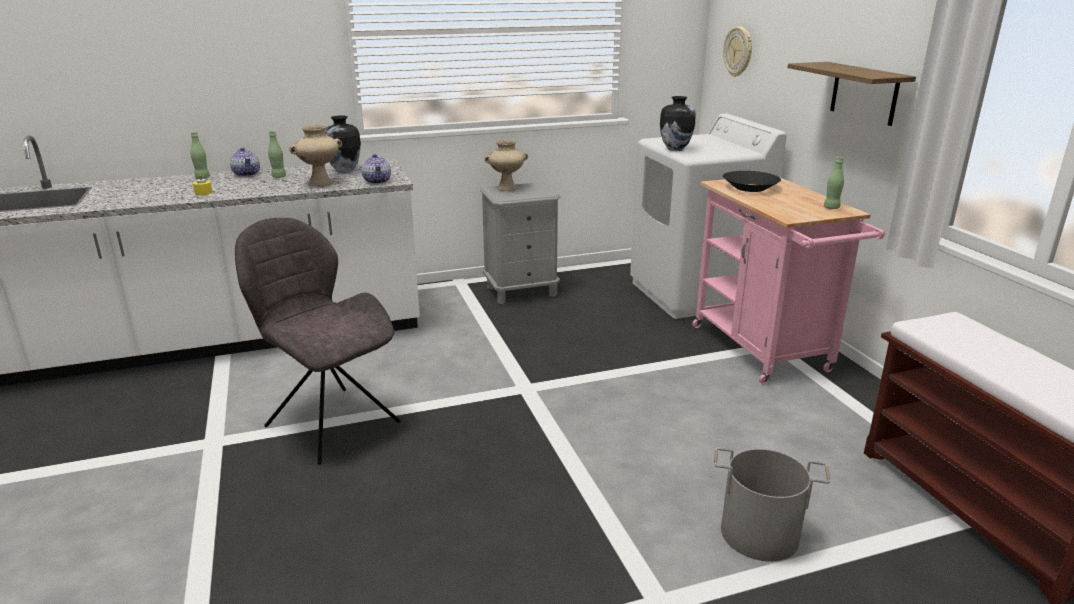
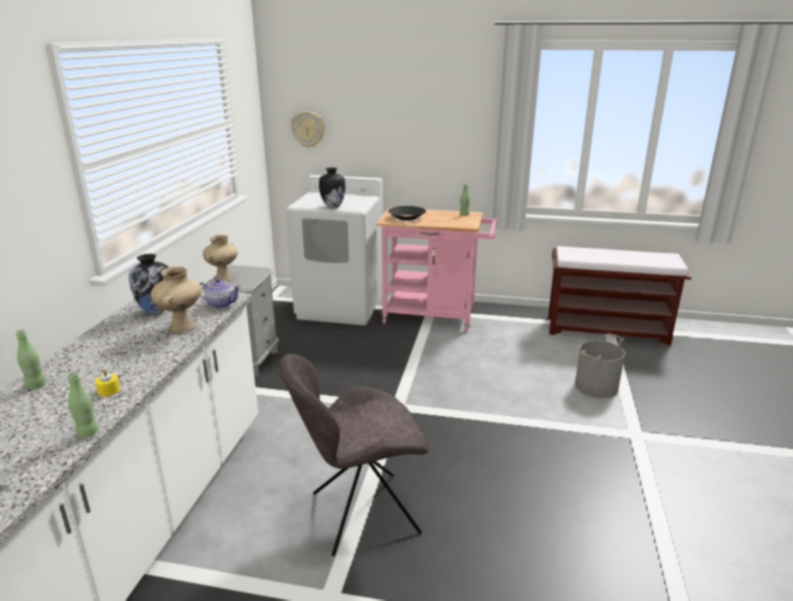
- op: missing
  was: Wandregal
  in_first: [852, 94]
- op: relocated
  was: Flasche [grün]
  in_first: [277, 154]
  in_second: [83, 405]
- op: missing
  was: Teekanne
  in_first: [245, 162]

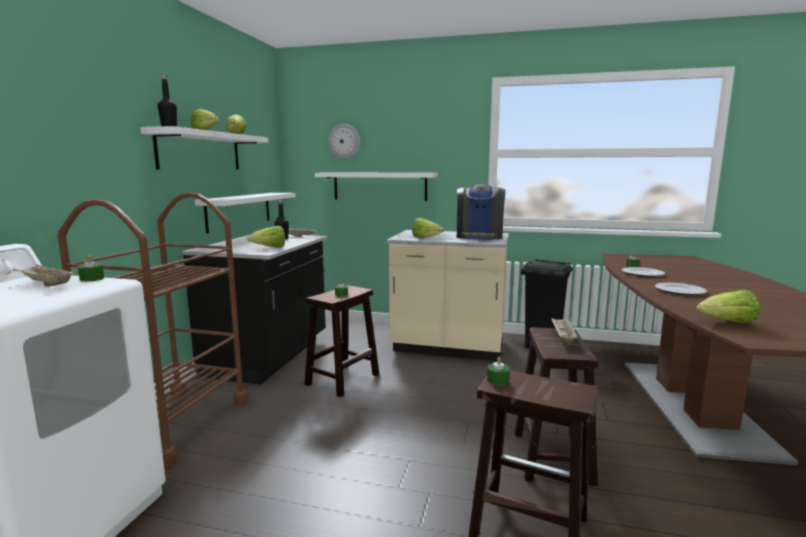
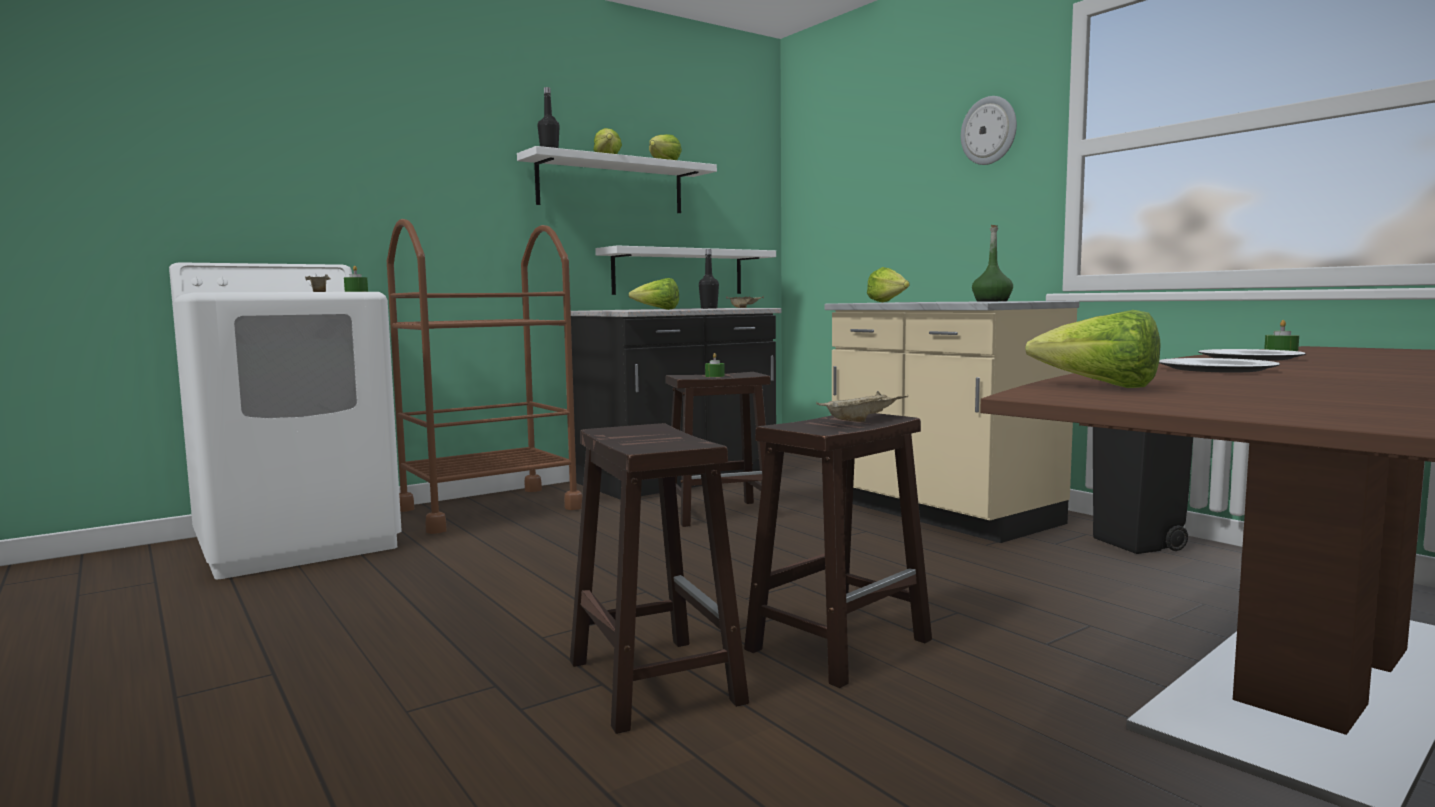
- op: relocated
  was: Wanduhr
  in_first: [344, 141]
  in_second: [989, 130]
- op: missing
  was: Wandregal [weiß]
  in_first: [376, 187]
- op: exchanged
  was: Kaffeemaschine
  now: Flasche [grün]
  in_first: [481, 212]
  in_second: [992, 263]
- op: missing
  was: Kerze [grün]
  in_first: [498, 371]

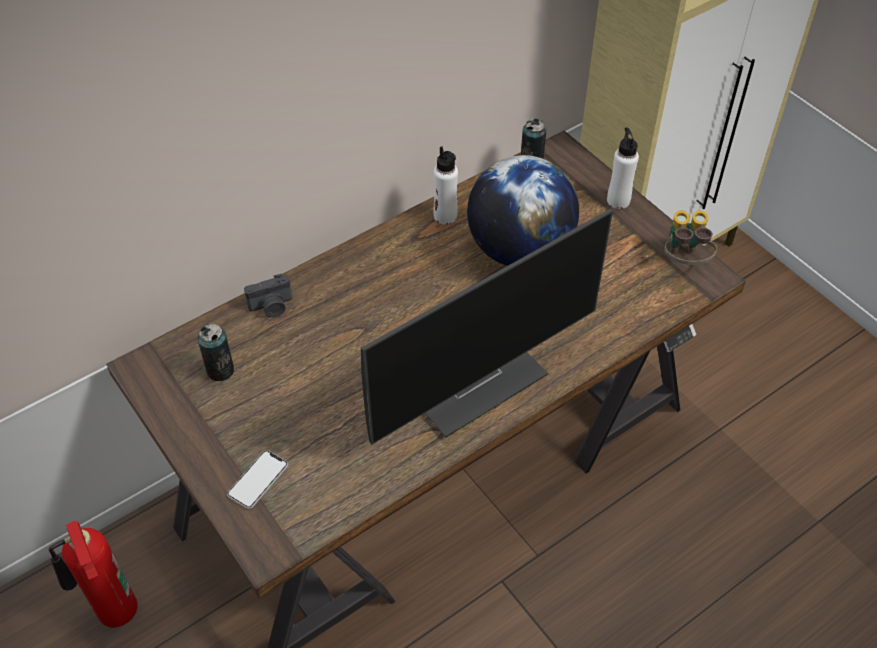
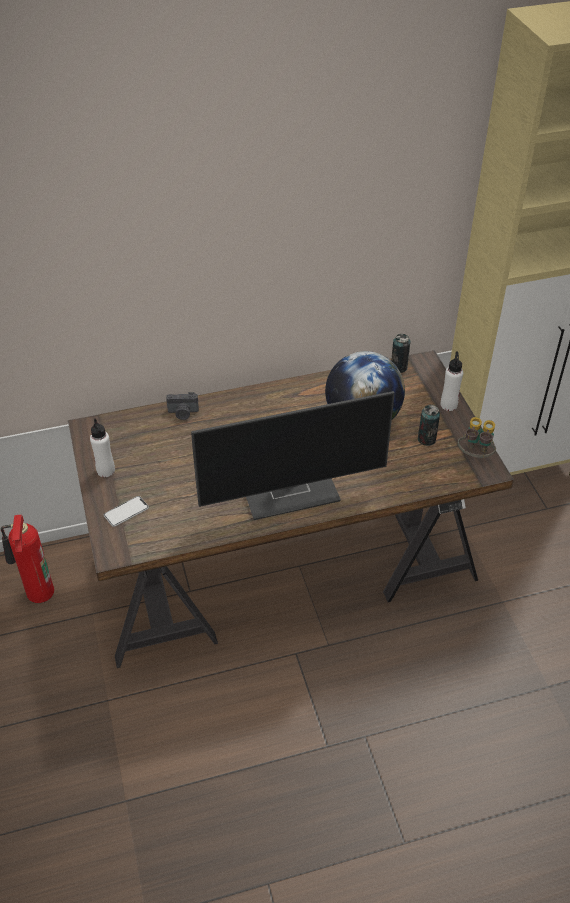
- op: relocated
  was: Flasche [weiß]
  in_first: [445, 185]
  in_second: [102, 447]
- op: relocated
  was: Dose
  in_first: [215, 352]
  in_second: [429, 425]

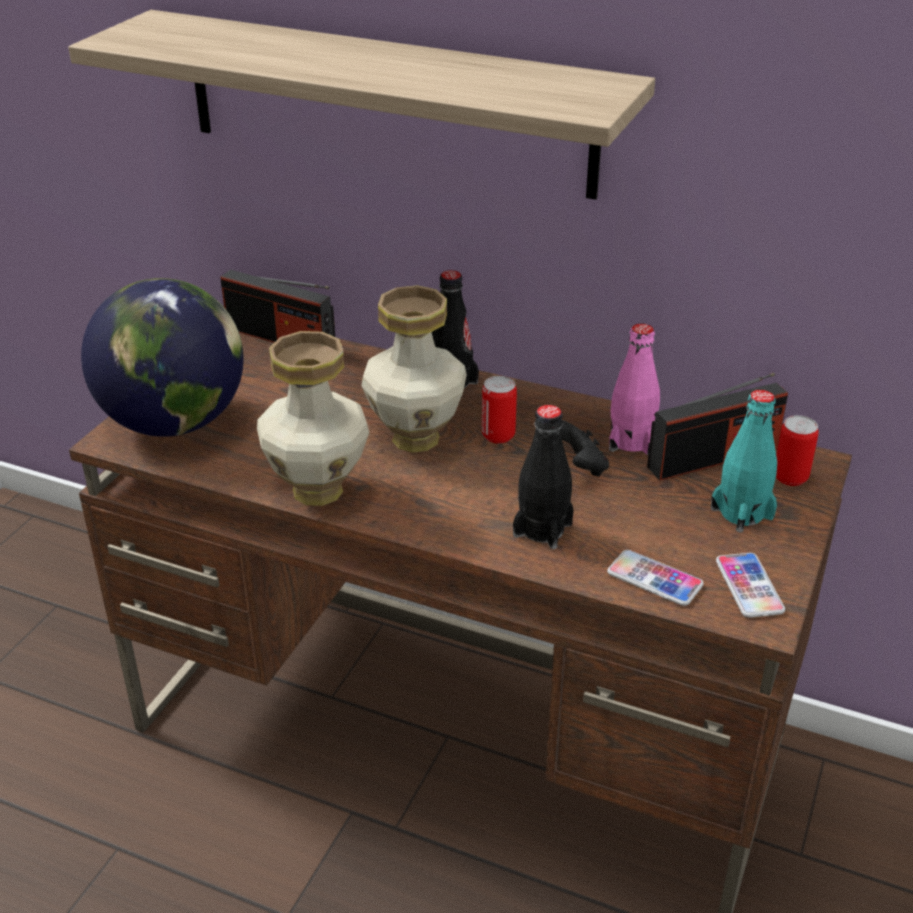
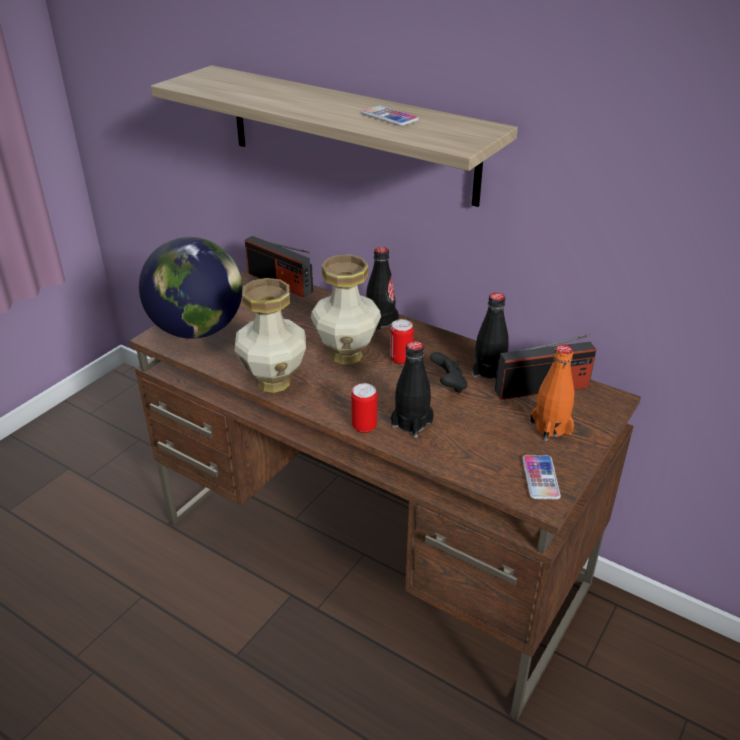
- op: colour
  was: Flasche [rosa]
  now: Flasche [schwarz]
  in_first: [634, 389]
  in_second: [490, 336]
- op: colour
  was: Flasche [türkis]
  now: Flasche [orange]
  in_first: [744, 461]
  in_second: [552, 393]
- op: relocated
  was: Dose
  in_first: [797, 450]
  in_second: [364, 408]
- op: relocated
  was: Handy
  in_first: [655, 578]
  in_second: [390, 115]

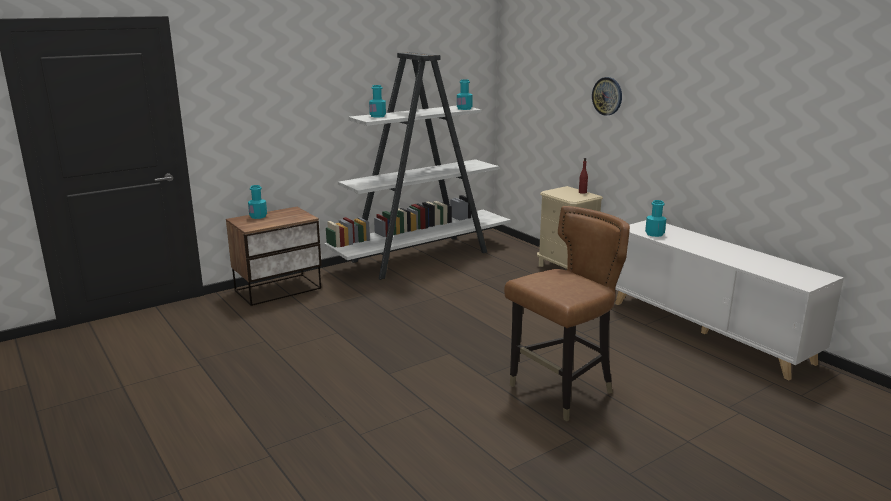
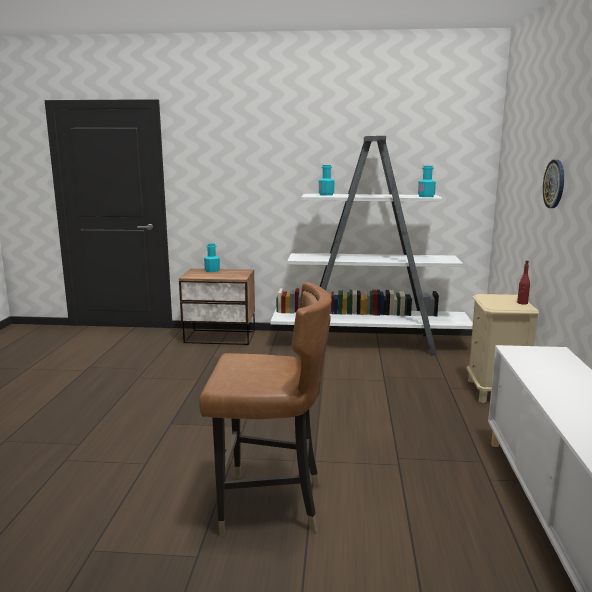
- op: missing
  was: Flasche [türkis]
  in_first: [655, 218]

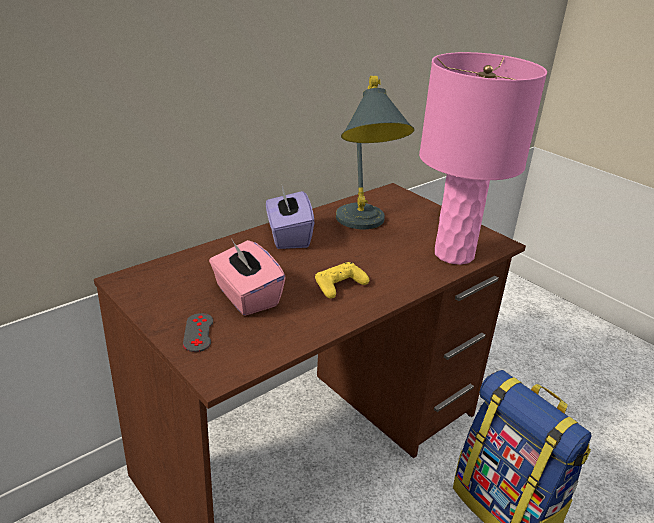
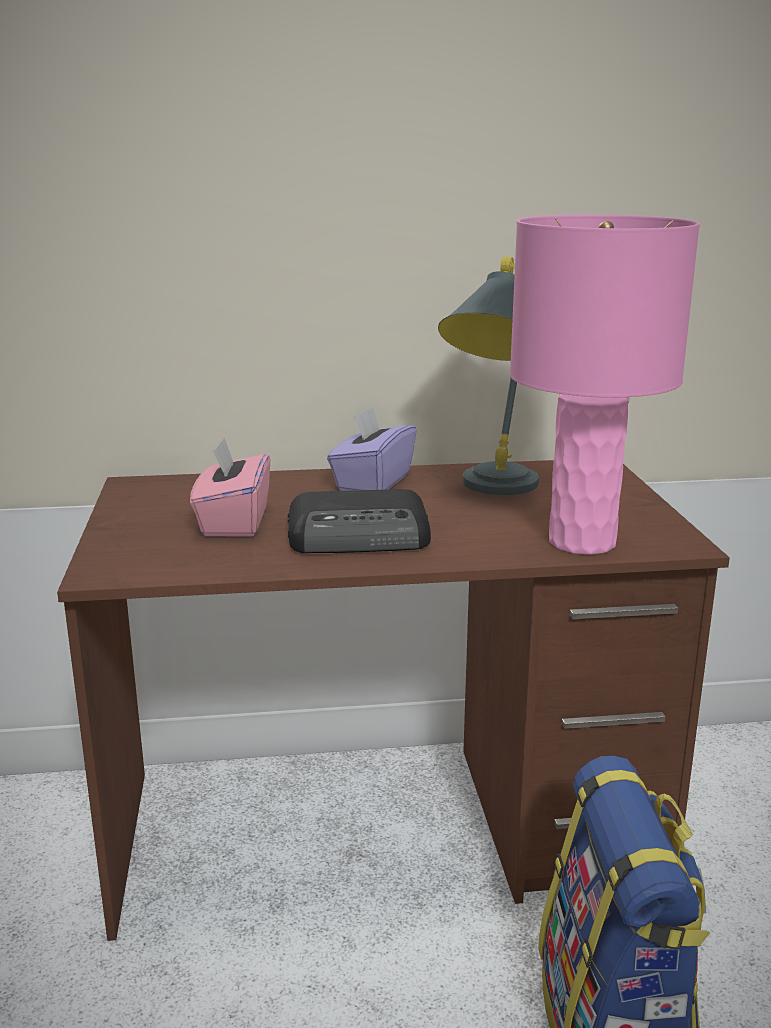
- op: exchanged
  was: Gamepad [gelb]
  now: Radio
  in_first: [342, 280]
  in_second: [359, 521]
- op: missing
  was: Gamepad [grau]
  in_first: [198, 332]

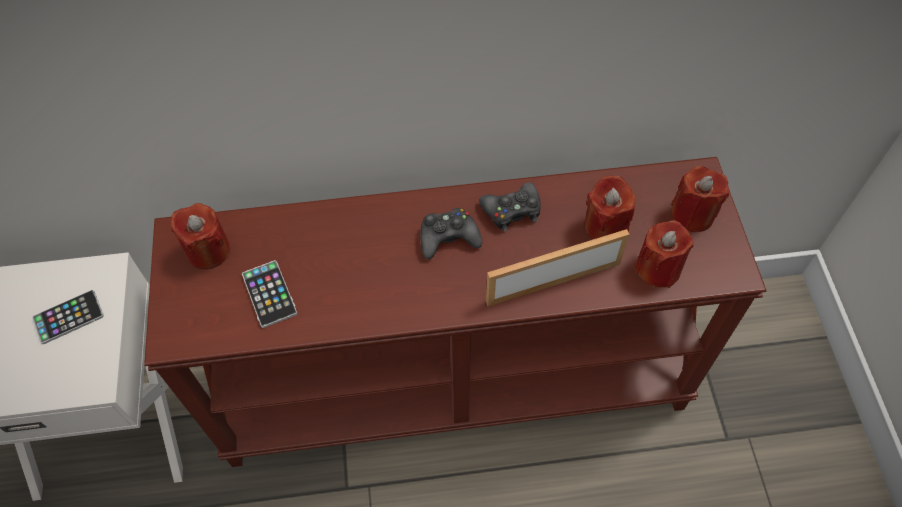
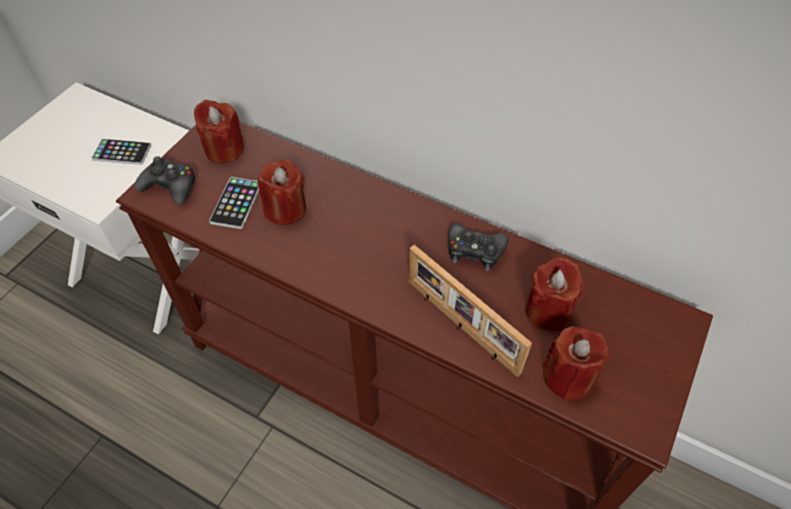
- op: relocated
  was: Kerze [rot]
  in_first: [700, 199]
  in_second: [282, 192]
- op: relocated
  was: Gamepad [schwarz]
  in_first: [451, 233]
  in_second: [164, 180]
- op: spun
  was: Bilderrahmen
  in_first: [558, 267]
  in_second: [470, 311]
  clockwise: -150

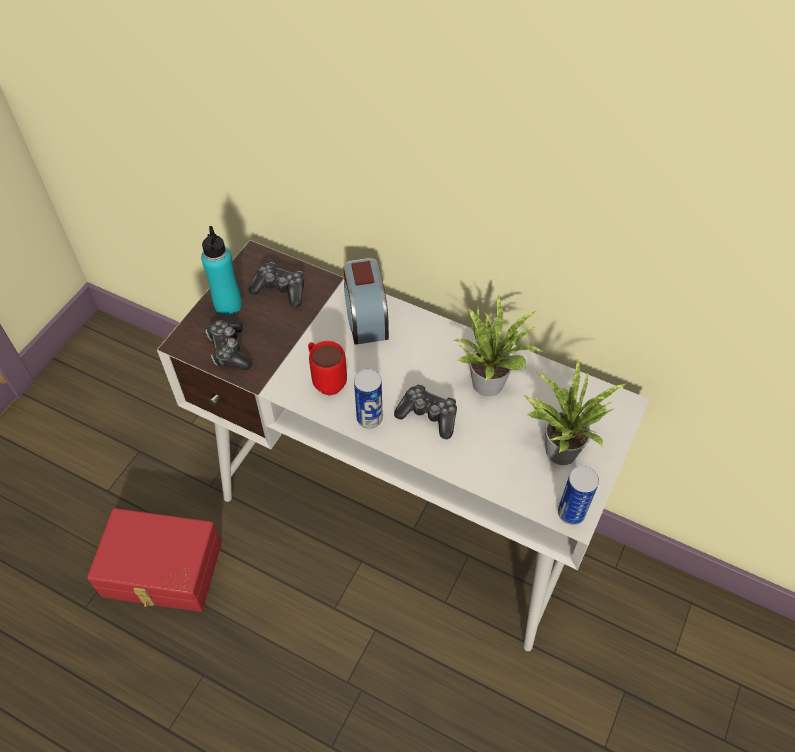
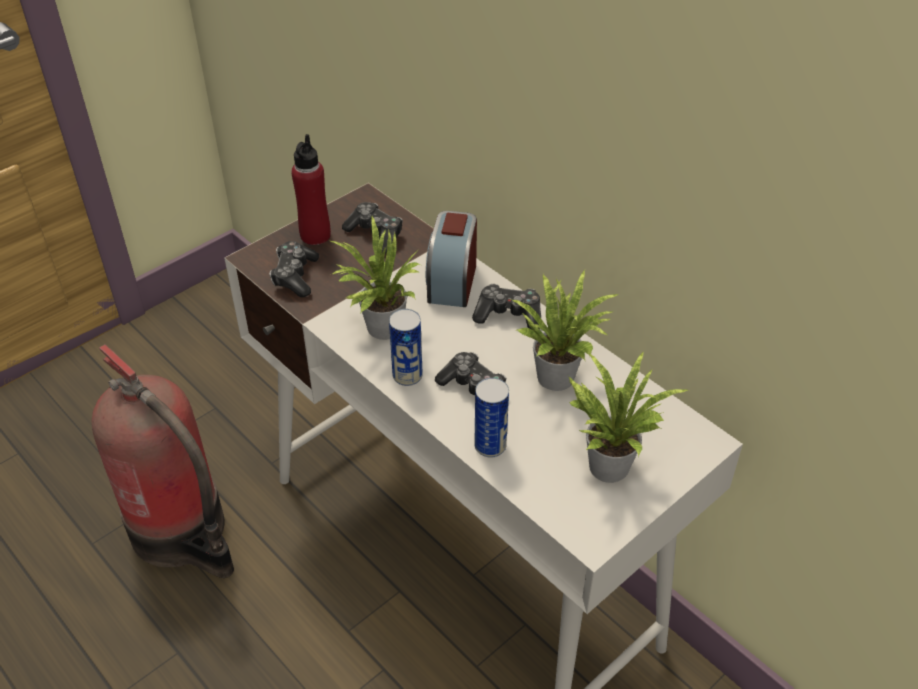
- op: colour
  was: Flasche [türkis]
  now: Flasche [rot]
  in_first: [221, 271]
  in_second: [311, 189]
- op: exchanged
  was: Henkelbecher [rot]
  now: Topfpflanze
  in_first: [327, 368]
  in_second: [374, 278]
- op: relocated
  was: Dose
  in_first: [578, 495]
  in_second: [491, 418]
- op: exchanged
  was: Aufbewahrungsbox [rot]
  now: Feuerlöscher
  in_first: [154, 560]
  in_second: [162, 461]
- op: appeared
  now: Gamepad
  in_second: [506, 307]

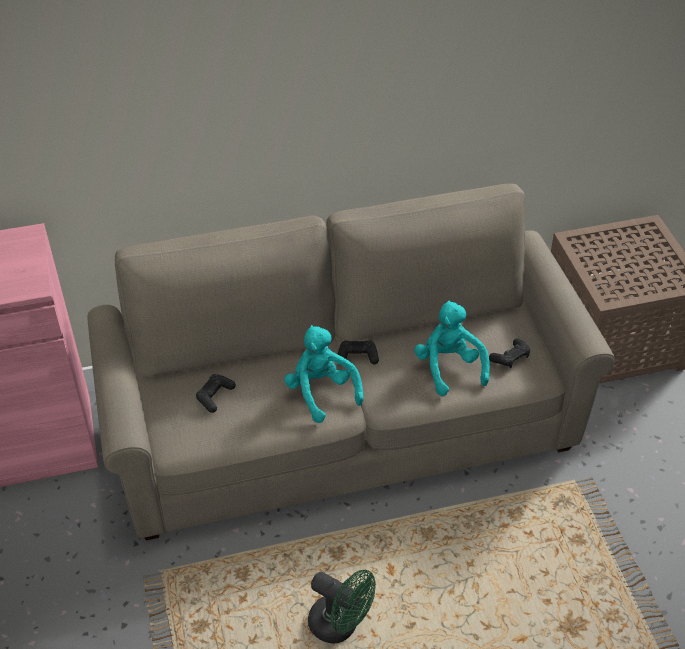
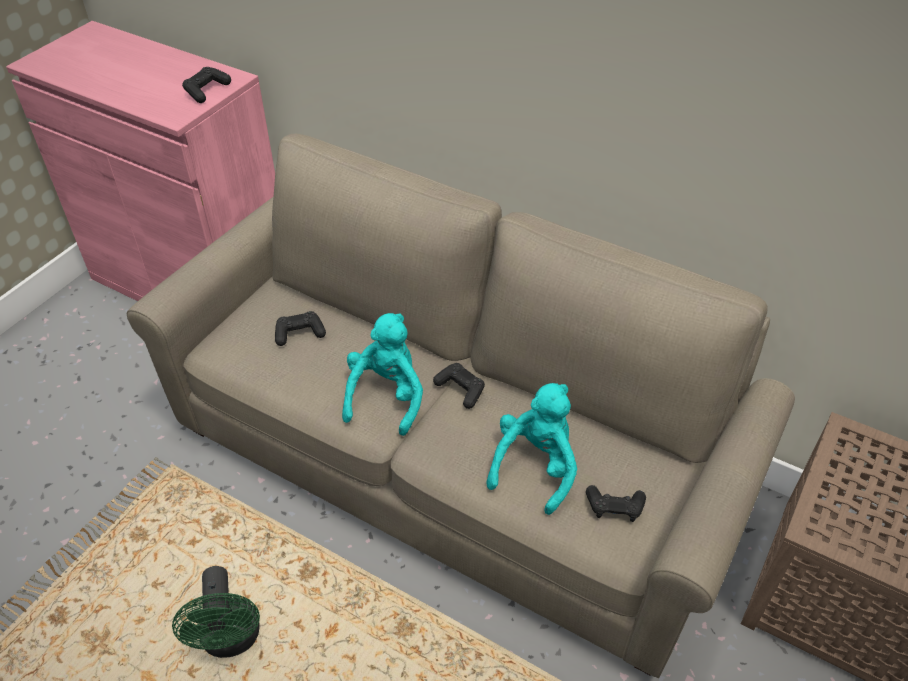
- op: appeared
  now: Gamepad [schwarz]
  in_second: [206, 85]

